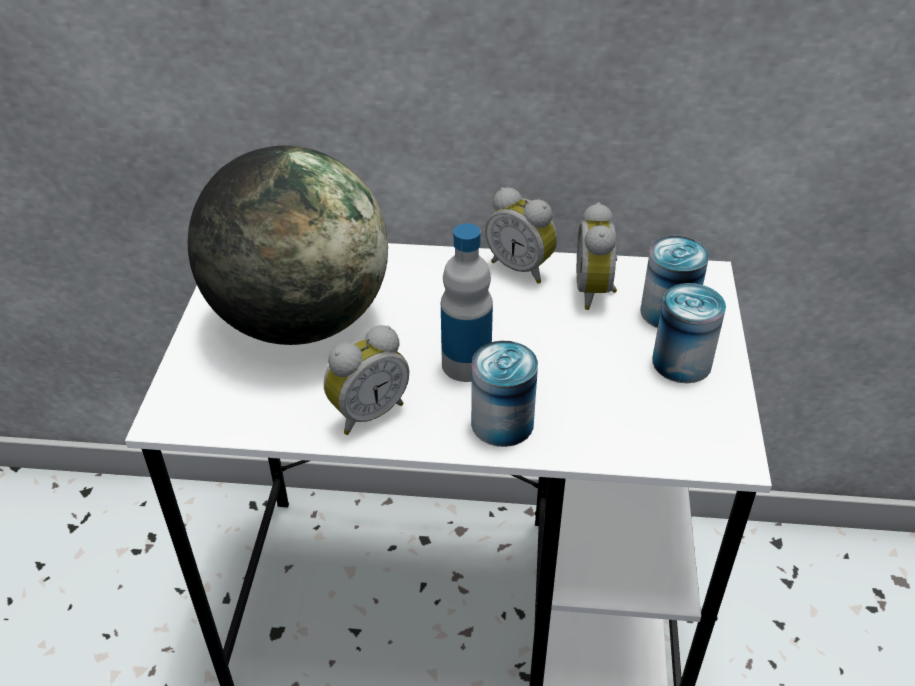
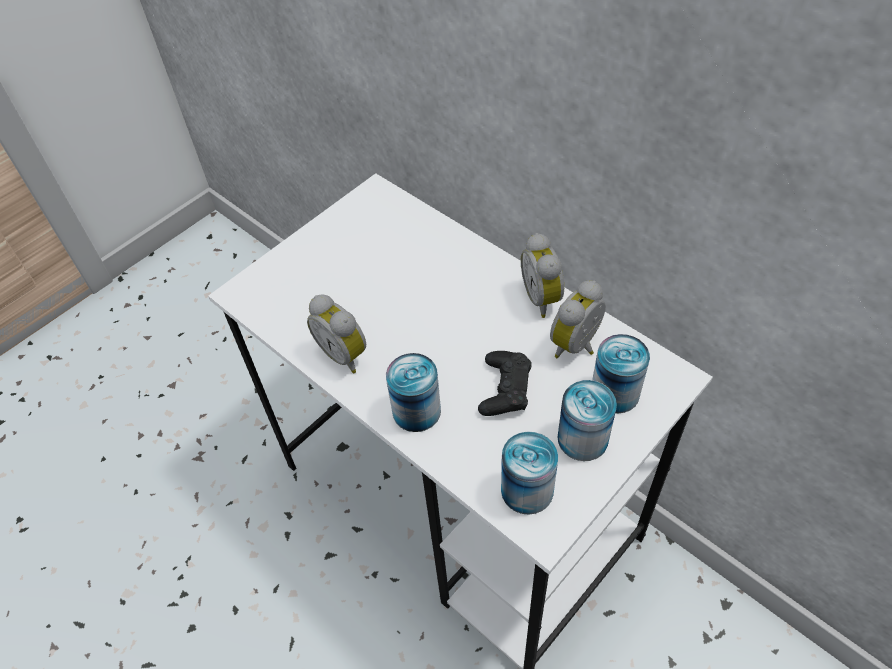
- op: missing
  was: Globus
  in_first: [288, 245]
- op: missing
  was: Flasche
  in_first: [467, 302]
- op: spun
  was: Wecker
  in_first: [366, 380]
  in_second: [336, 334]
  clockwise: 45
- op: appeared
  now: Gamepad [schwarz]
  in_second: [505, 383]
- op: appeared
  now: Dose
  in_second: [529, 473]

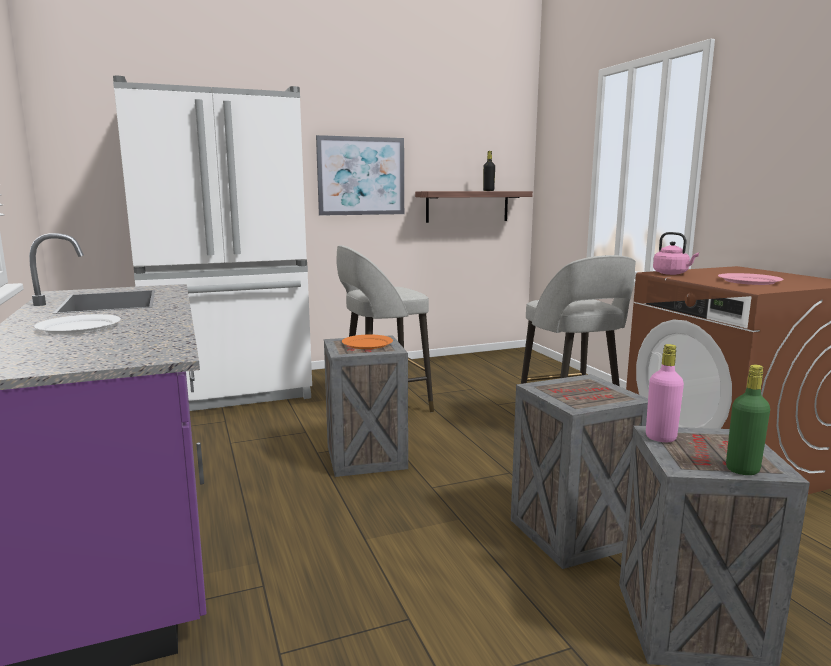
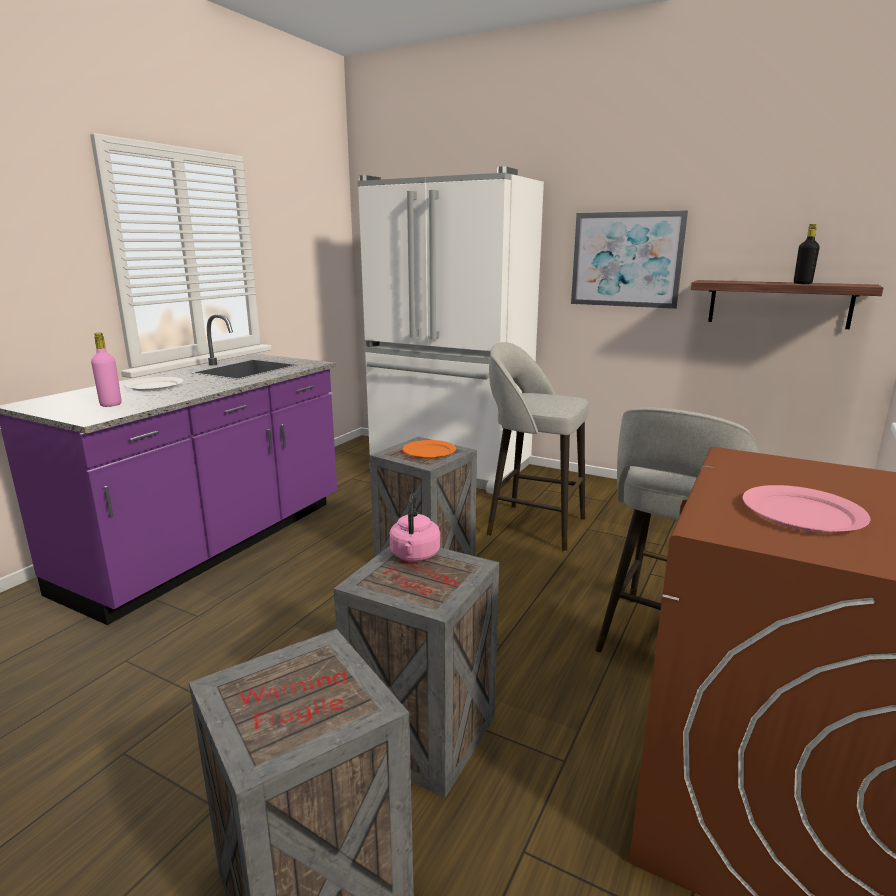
- op: relocated
  was: Wasserkessel [rosa]
  in_first: [676, 253]
  in_second: [415, 528]
- op: relocated
  was: Flasche [rosa]
  in_first: [665, 393]
  in_second: [106, 370]
- op: missing
  was: Flasche [grün]
  in_first: [748, 420]

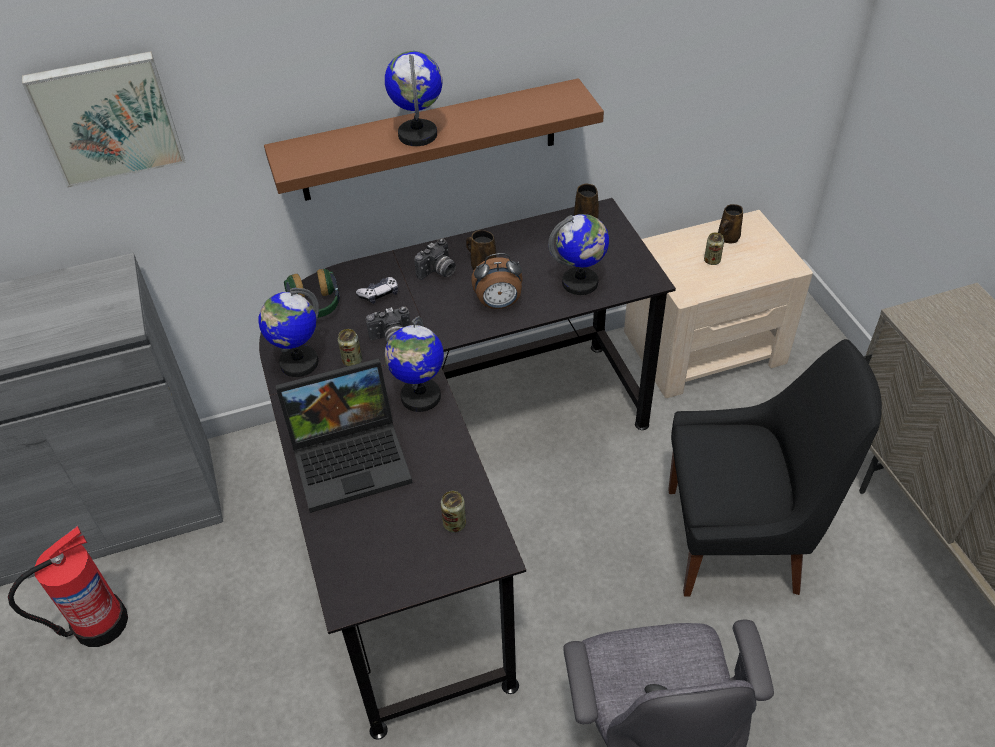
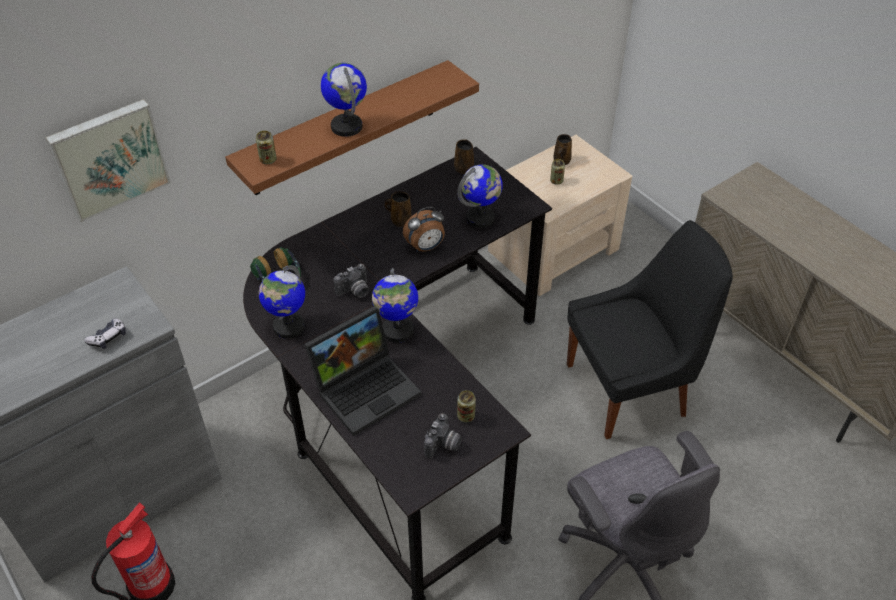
- op: relocated
  was: Kamera
  in_first: [435, 259]
  in_second: [443, 436]
- op: relocated
  was: Gamepad
  in_first: [377, 290]
  in_second: [105, 333]
- op: relocated
  was: Dose
  in_first: [350, 347]
  in_second: [266, 147]

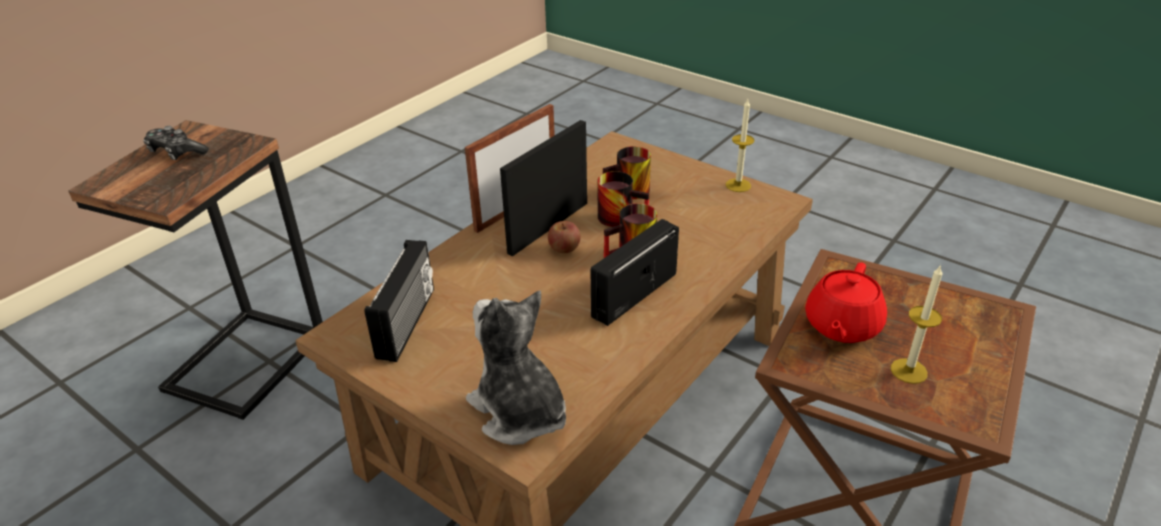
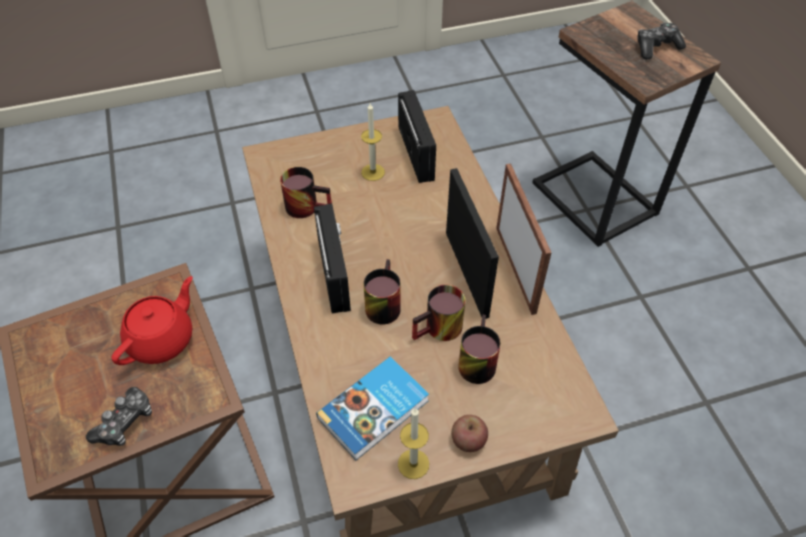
- op: relocated
  was: Apfel
  in_first: [564, 237]
  in_second: [469, 433]
- op: spun
  was: Radio
  in_first: [399, 301]
  in_second: [417, 136]
  clockwise: -150
- op: spun
  was: Teekanne [rot]
  in_first: [846, 302]
  in_second: [152, 320]
  clockwise: 60
- op: relocated
  was: Kerze
  in_first: [917, 324]
  in_second: [373, 142]
- op: missing
  was: Plüschtier
  in_first: [516, 368]
- op: appeared
  now: Henkelbecher
  in_second: [306, 192]
- op: appeared
  now: Buch
  in_second: [372, 408]
- op: appeared
  now: Gamepad
  in_second: [119, 416]

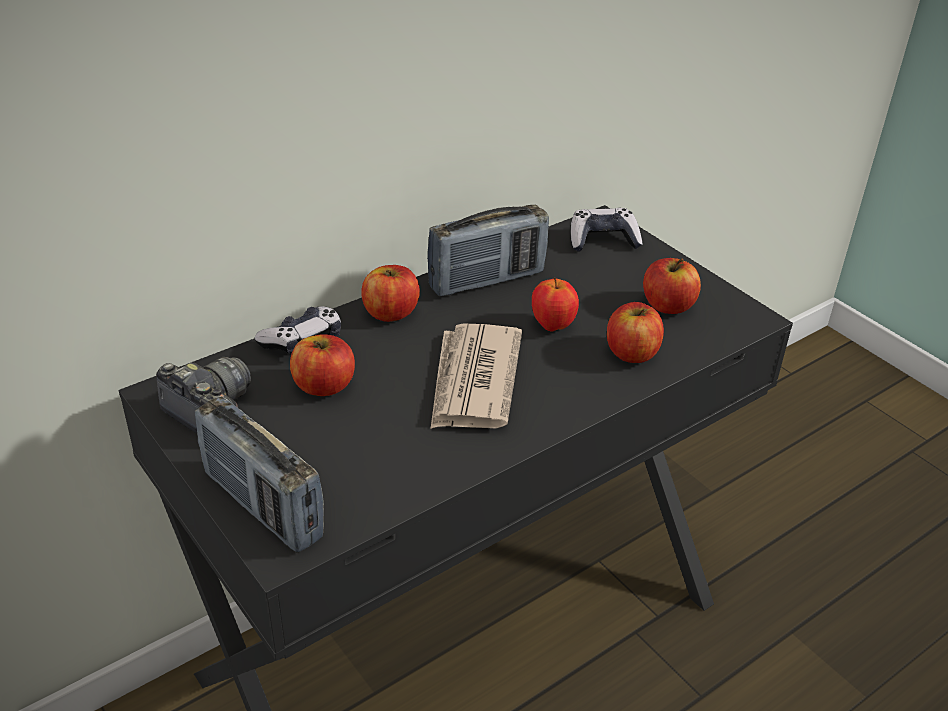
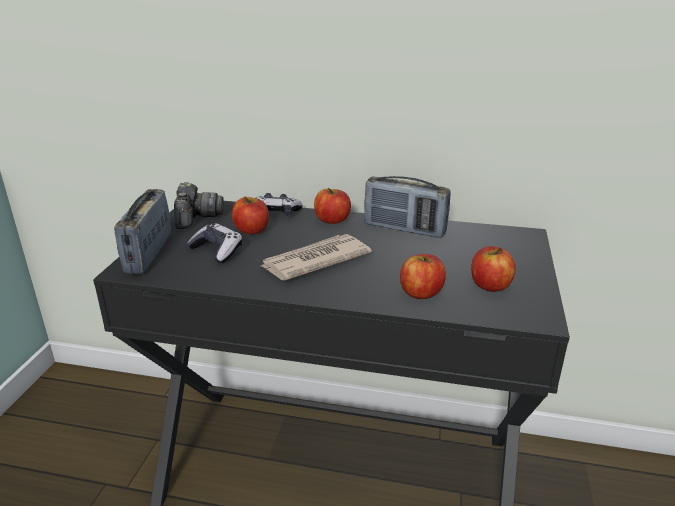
- op: relocated
  was: Gamepad
  in_first: [606, 230]
  in_second: [215, 243]
- op: missing
  was: Apfel
  in_first: [555, 304]

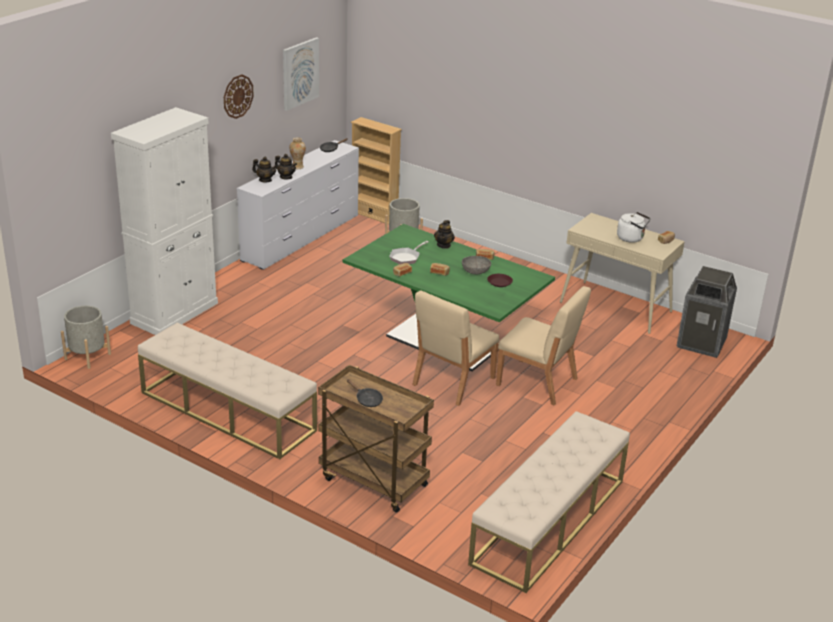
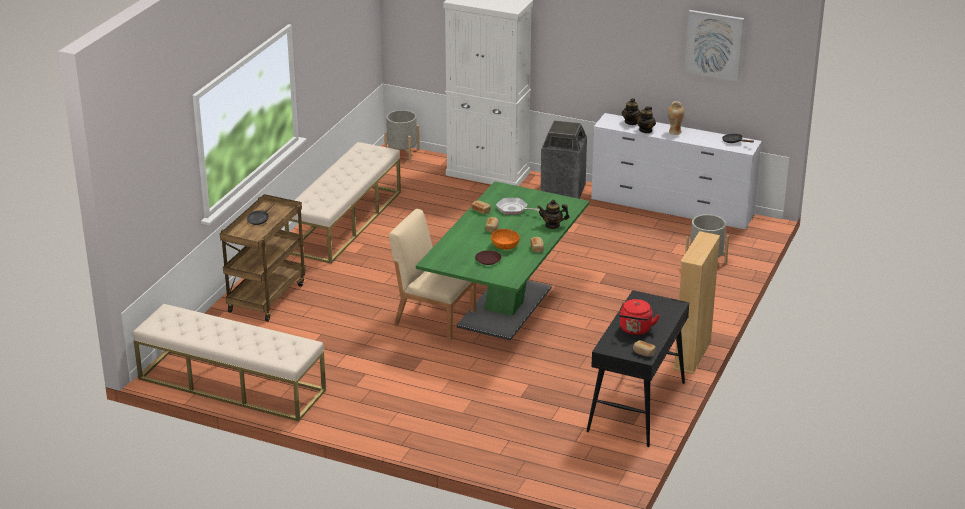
- op: missing
  was: Wanduhr
  in_first: [239, 96]
- op: relocated
  was: Bücherregal [beige]
  in_first: [376, 171]
  in_second: [696, 302]
- op: colour
  was: Wasserkessel [weiß]
  now: Wasserkessel [rot]
  in_first: [633, 227]
  in_second: [638, 317]
- op: colour
  was: Konsolentisch [beige]
  now: Konsolentisch [schwarz]
  in_first: [622, 273]
  in_second: [638, 368]
- op: colour
  was: Schüssel [grau]
  now: Schüssel [orange]
  in_first: [476, 265]
  in_second: [505, 239]
- op: relocated
  was: Mülleimer
  in_first: [707, 312]
  in_second: [563, 160]
- op: missing
  was: Stuhl [beige]
  in_first: [543, 345]

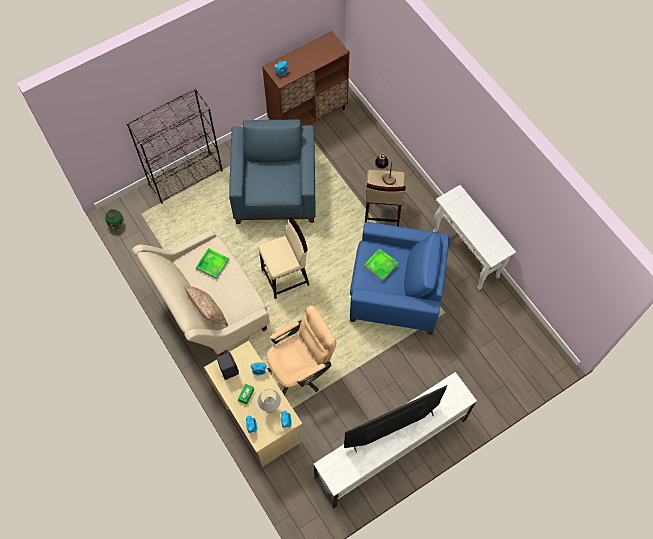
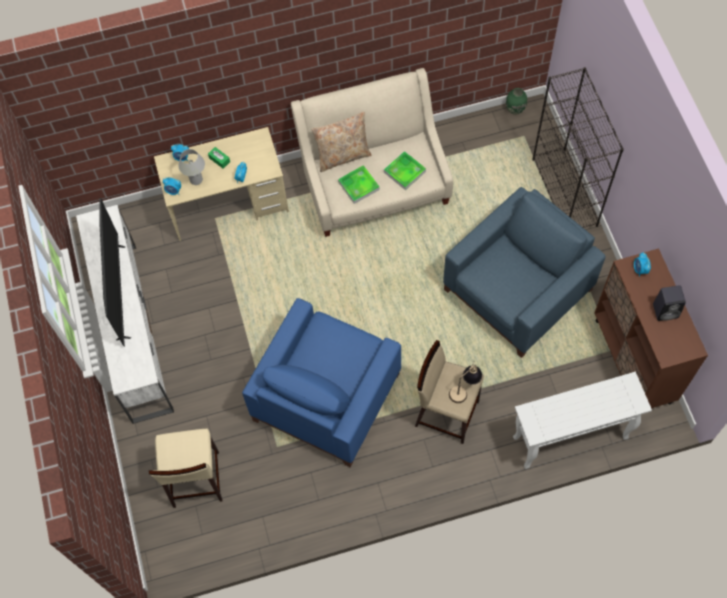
- op: spun
  was: Sessel [blau]
  in_first: [272, 171]
  in_second: [524, 272]
  clockwise: -60
- op: relocated
  was: Konsolentisch [weiß]
  in_first: [474, 237]
  in_second: [582, 420]
- op: relocated
  was: Hocker [beige]
  in_first: [283, 258]
  in_second: [186, 468]
- op: relocated
  was: Tablett
  in_first: [381, 264]
  in_second: [359, 184]
- op: missing
  was: Bürostuhl [beige]
  in_first: [301, 350]
- op: relocated
  was: Lautsprecher [schwarz]
  in_first: [227, 366]
  in_second: [669, 303]

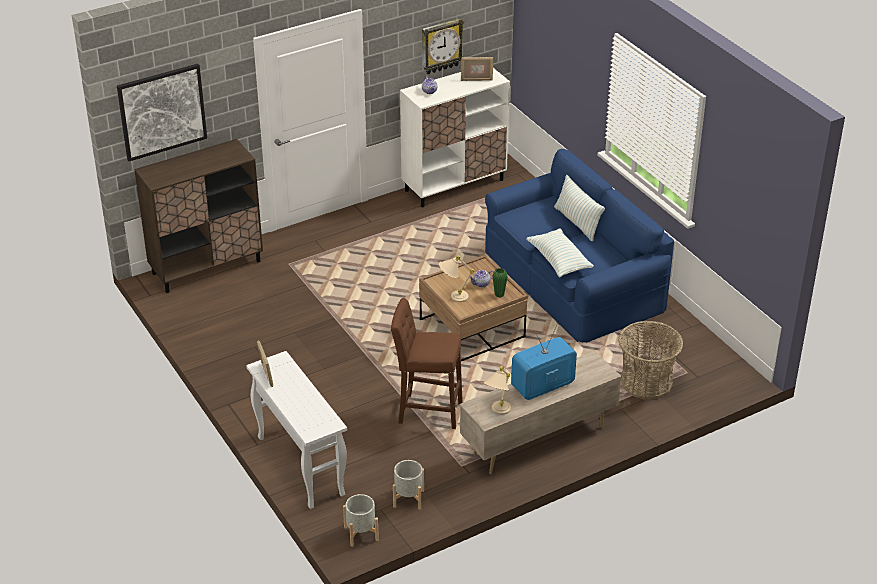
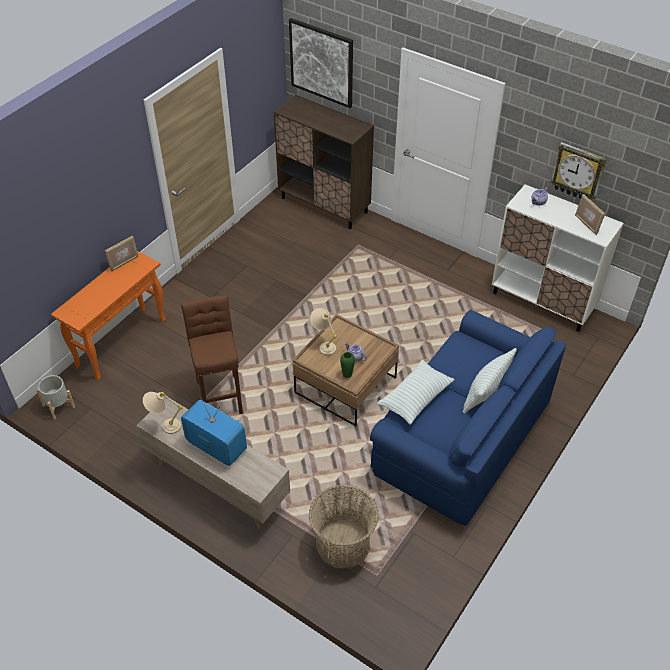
- op: colour
  was: Konsolentisch [weiß]
  now: Konsolentisch [orange]
  in_first: [296, 430]
  in_second: [108, 315]
- op: missing
  was: Pflanzkübel [grau]
  in_first: [408, 485]

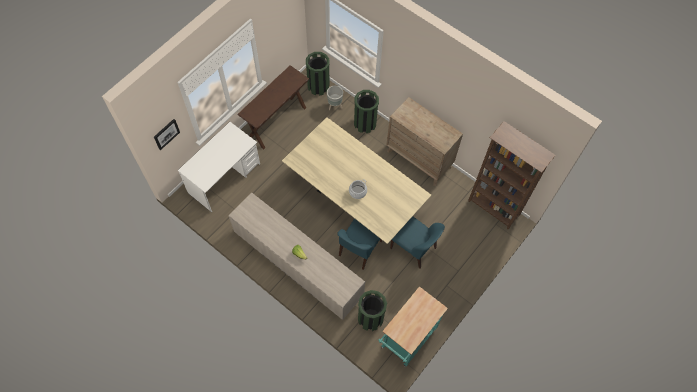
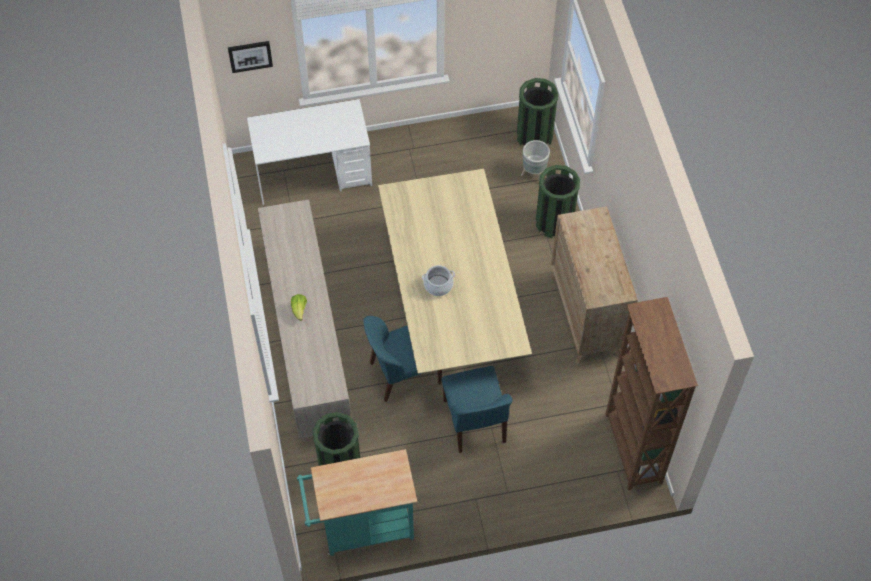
- op: missing
  was: Konsolentisch [braun]
  in_first: [273, 107]

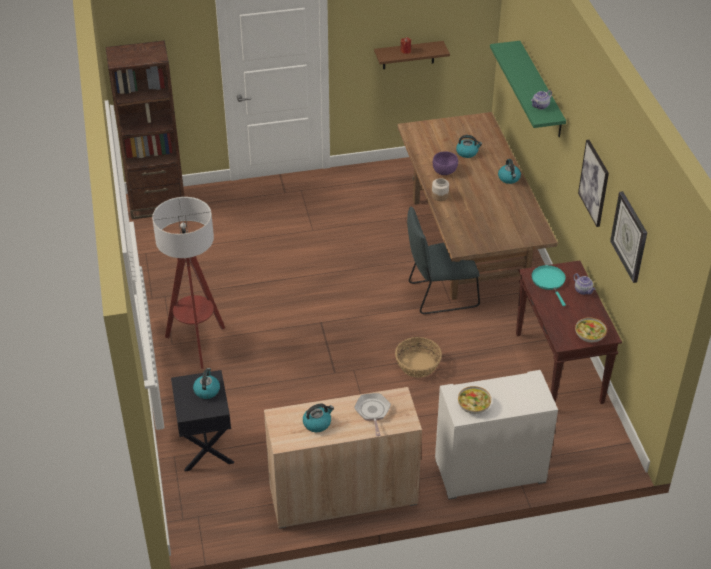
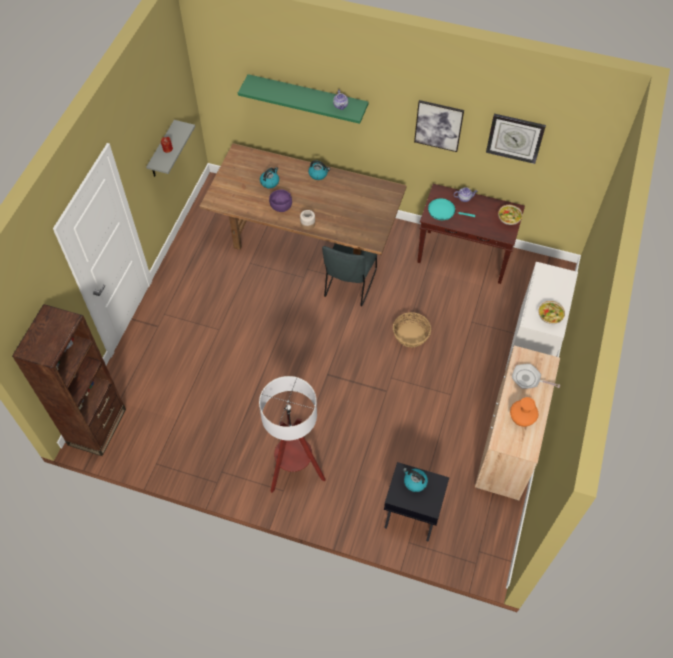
- op: colour
  was: Wandregal [braun]
  now: Wandregal [grau]
  in_first: [412, 55]
  in_second: [170, 148]
- op: exchanged
  was: Wasserkessel
  now: Vase [orange]
  in_first: [318, 418]
  in_second: [524, 412]

